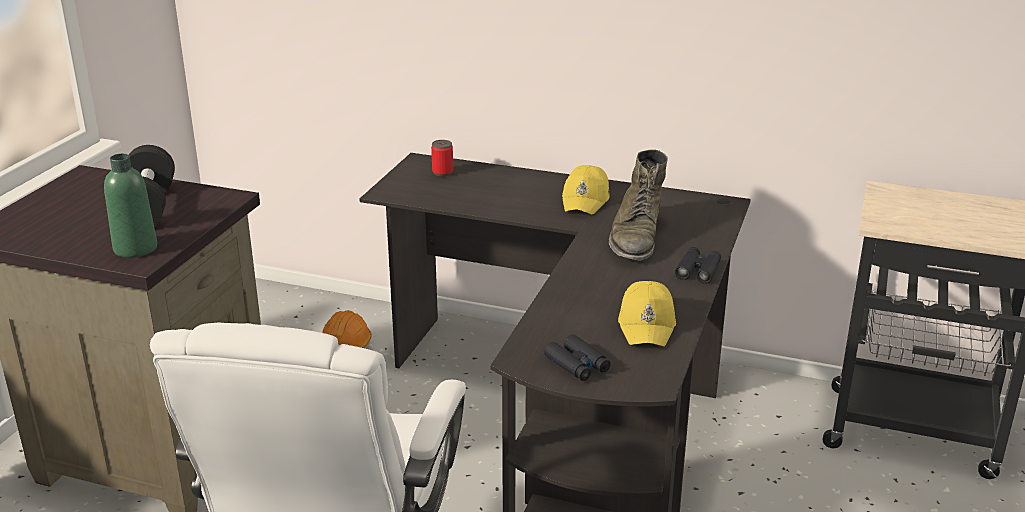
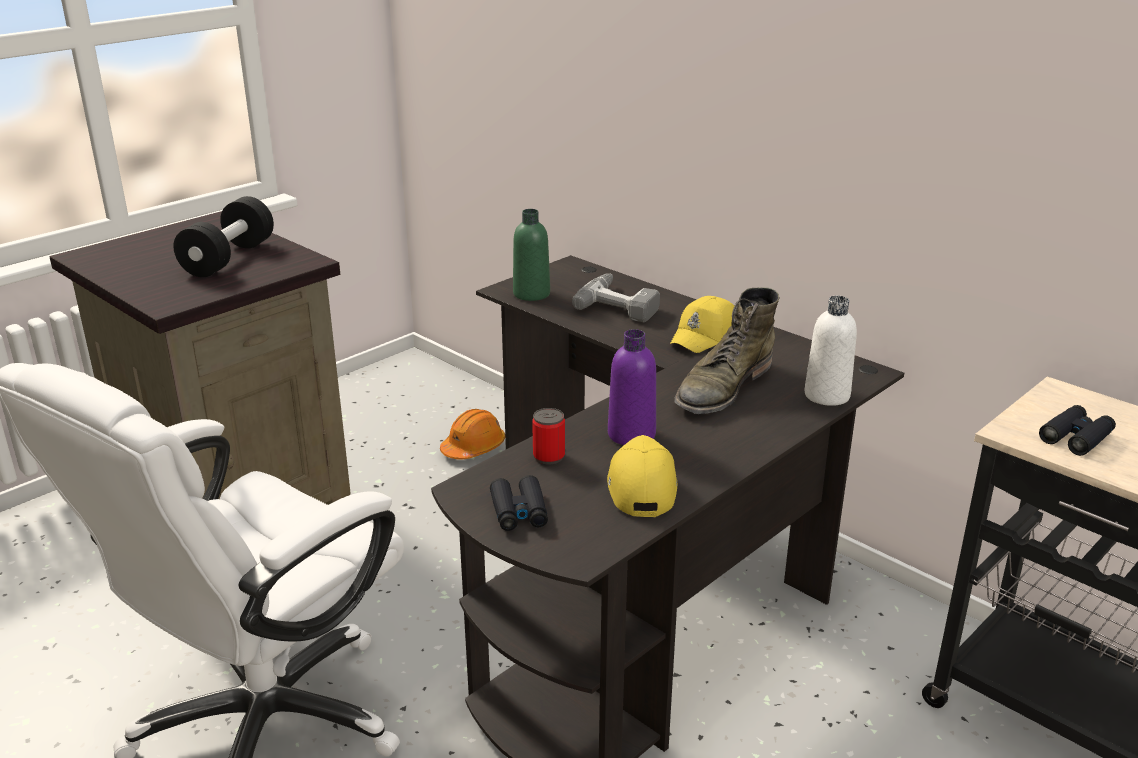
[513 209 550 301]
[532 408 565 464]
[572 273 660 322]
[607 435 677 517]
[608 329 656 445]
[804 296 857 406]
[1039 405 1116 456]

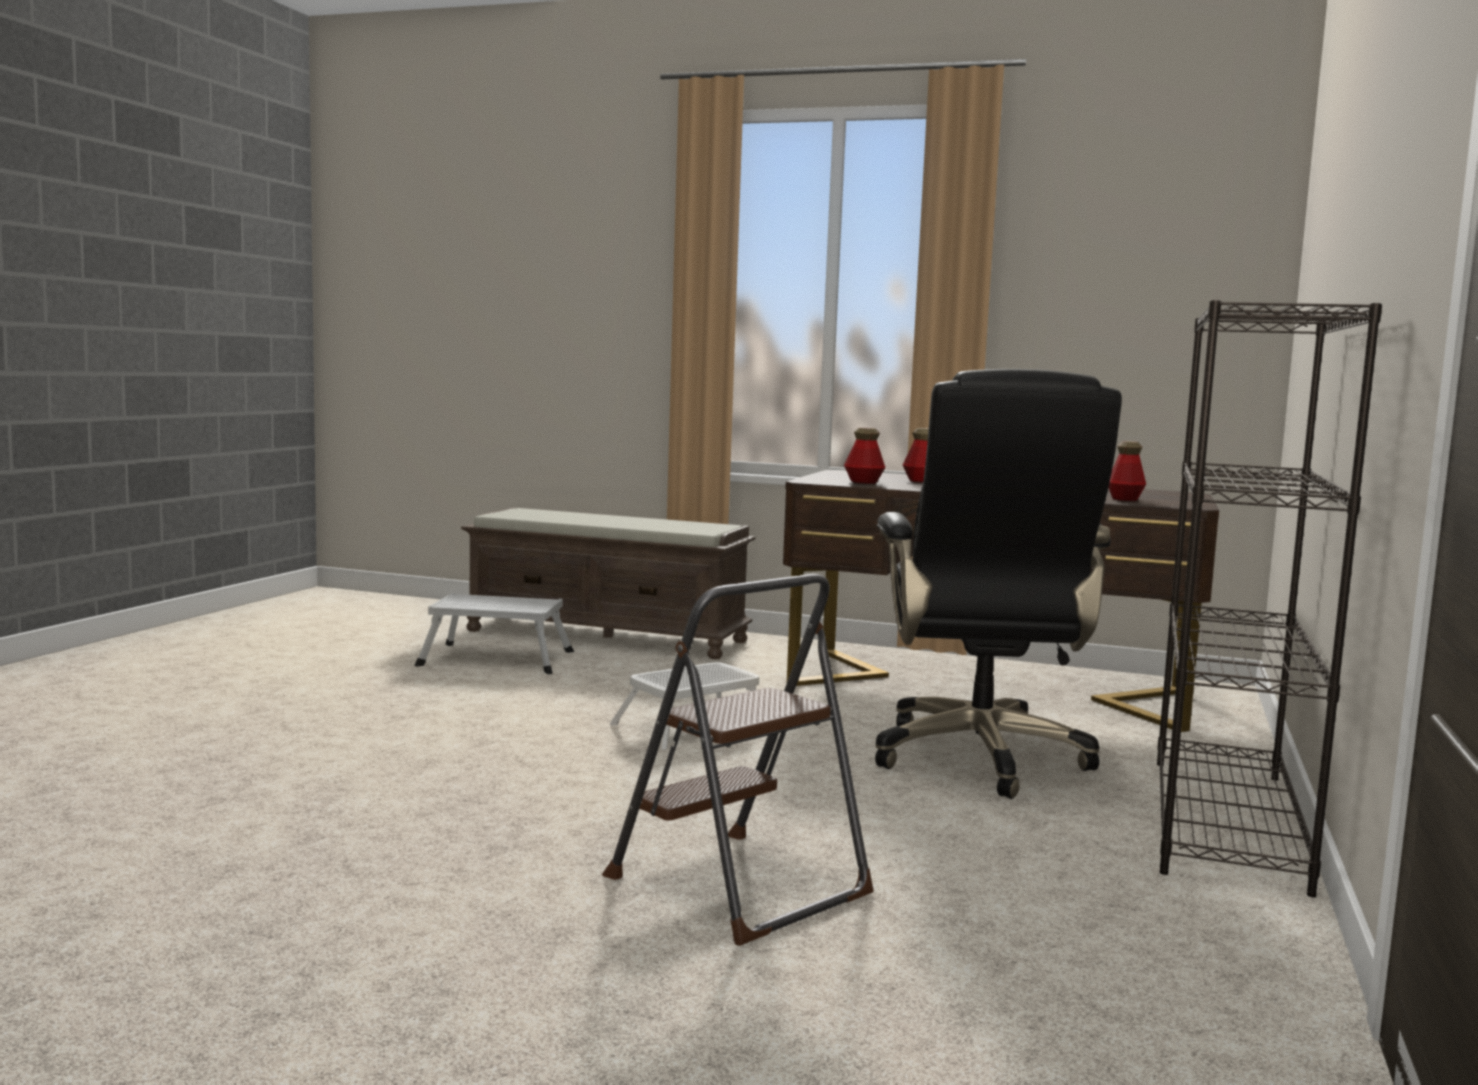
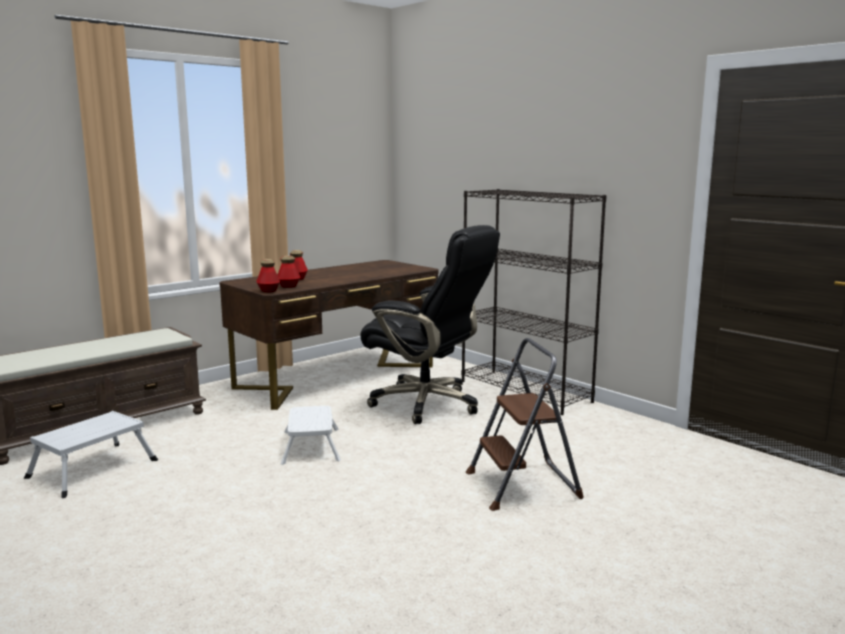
[256 259 280 292]

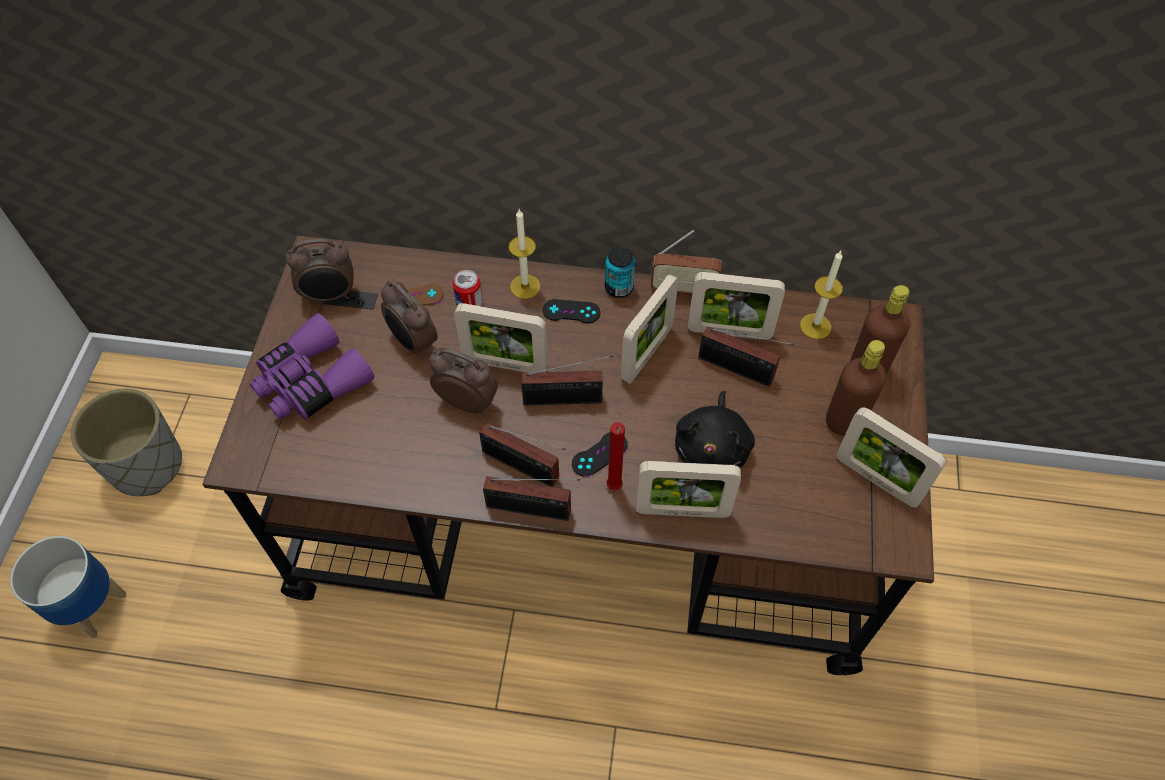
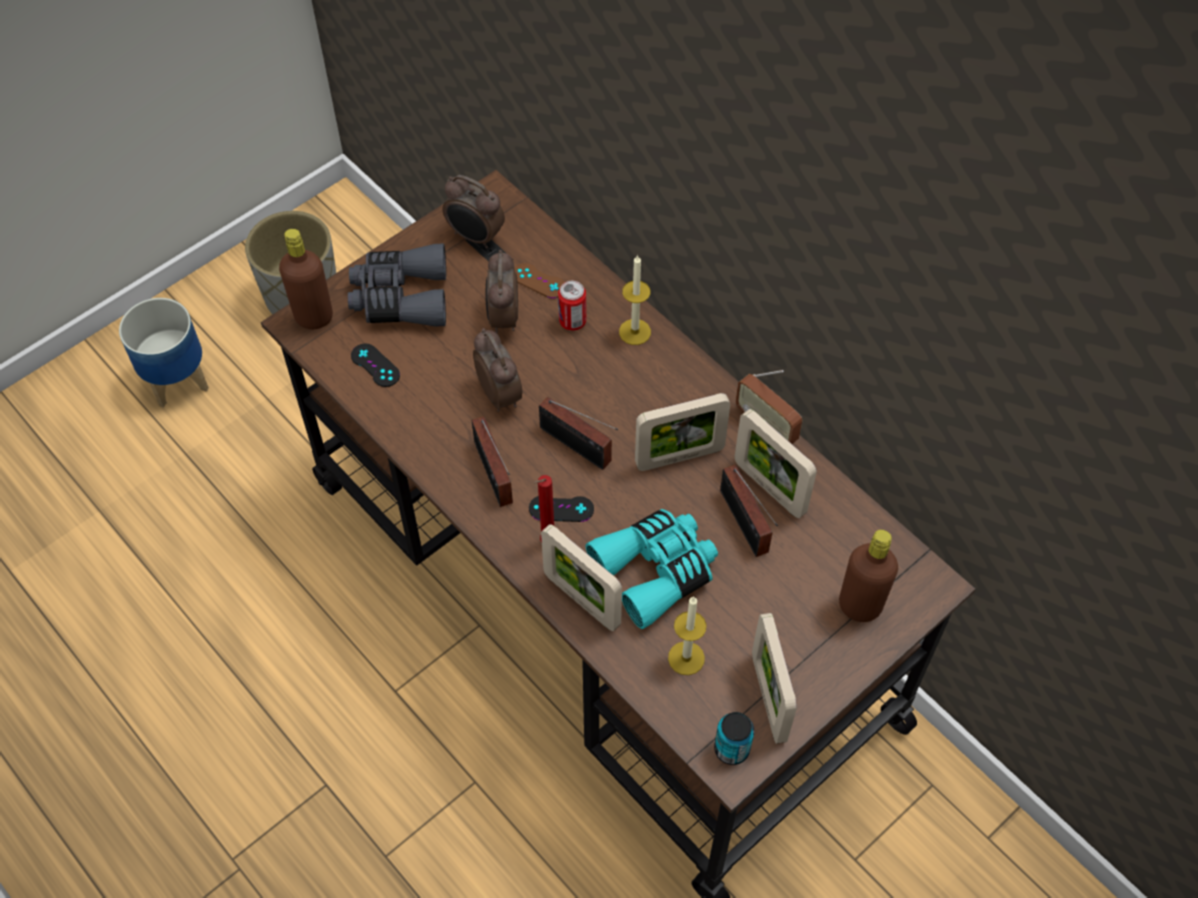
[279 229 333 329]
[348 243 446 327]
[351 344 400 387]
[586 509 718 629]
[668 597 706 675]
[714 712 754 765]
[454 303 548 373] (first image)
[483 477 580 521] (first image)

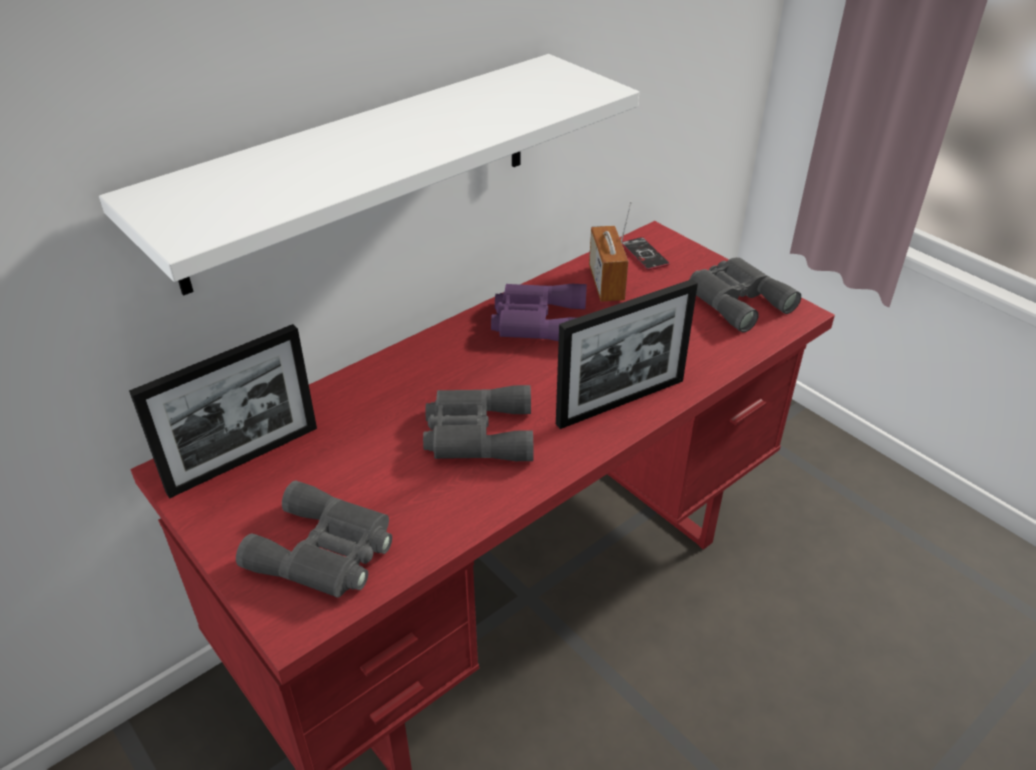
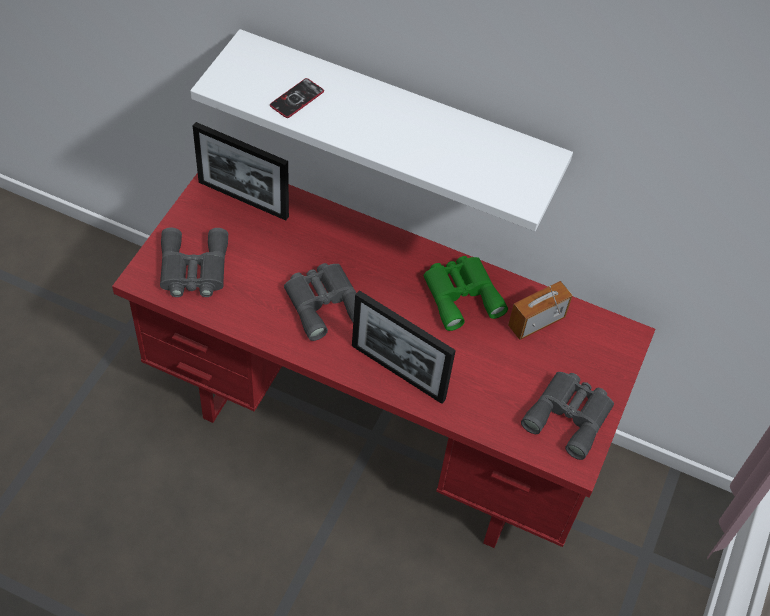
[270 78 324 118]
[423 256 508 331]

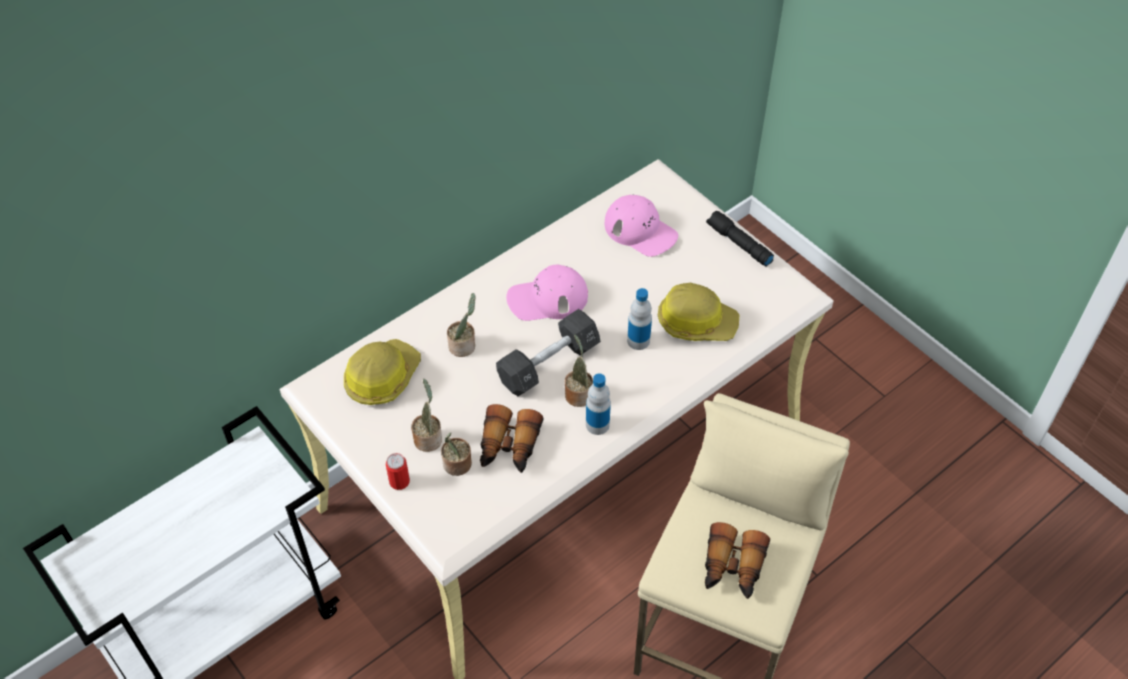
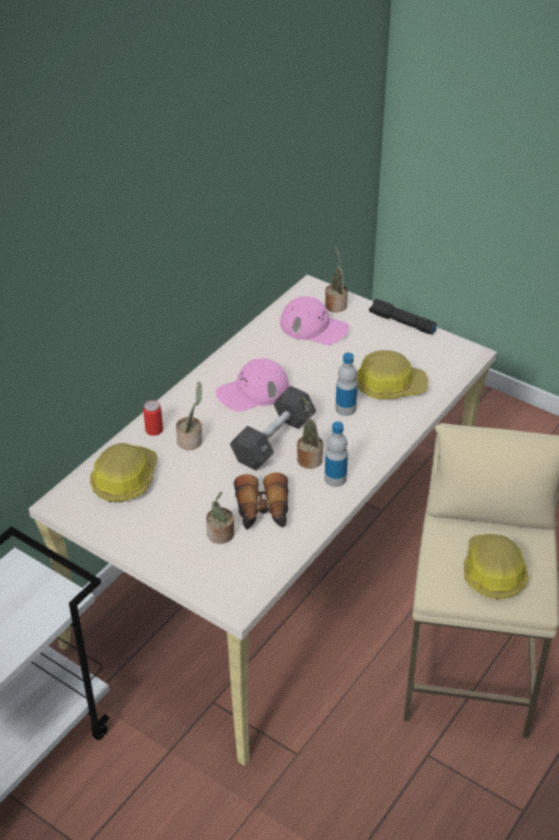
[143 400 163 436]
[325 247 348 312]
[464 534 529 600]

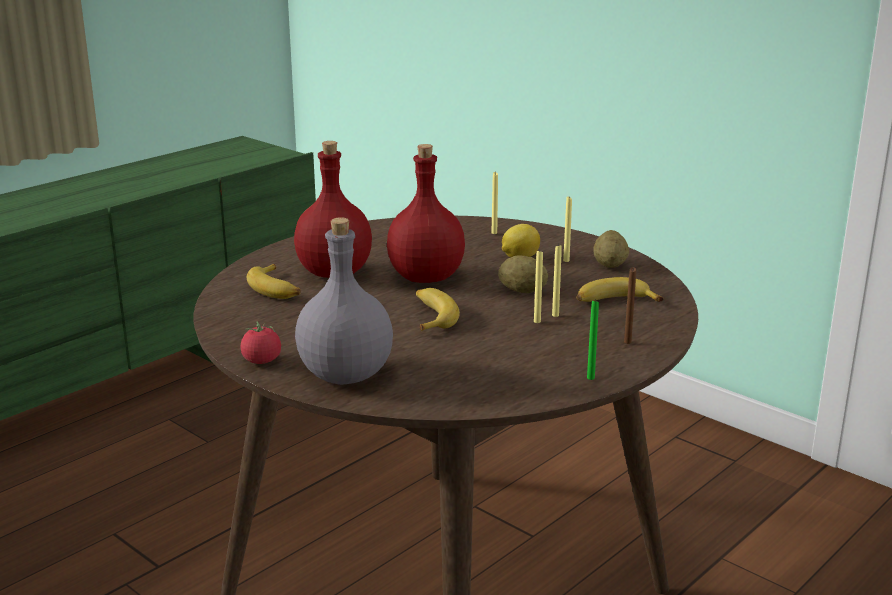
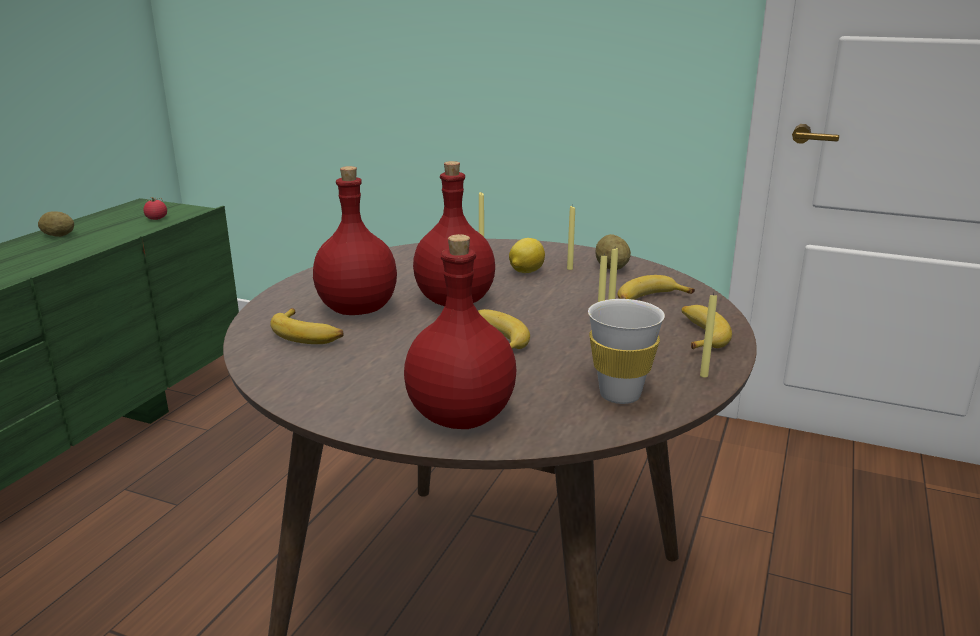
[38 211 74 237]
[143 197 167 220]
[404 234 516 429]
[588 299 665 404]
[681 305 732 349]
[700 293 717 378]

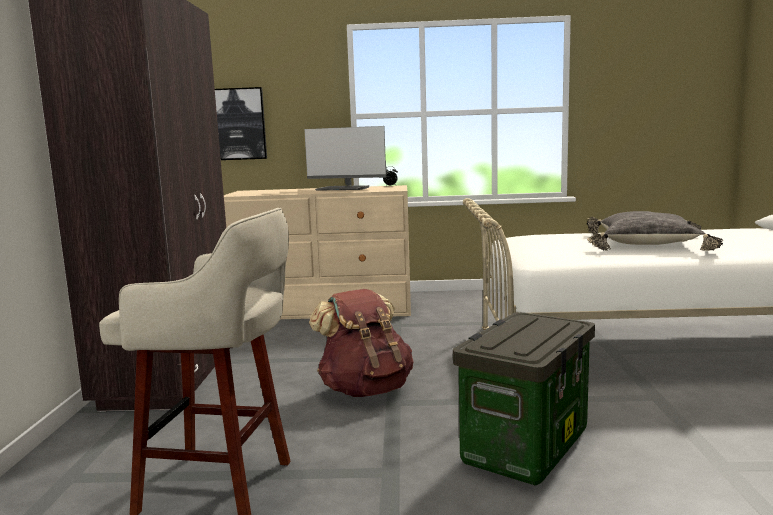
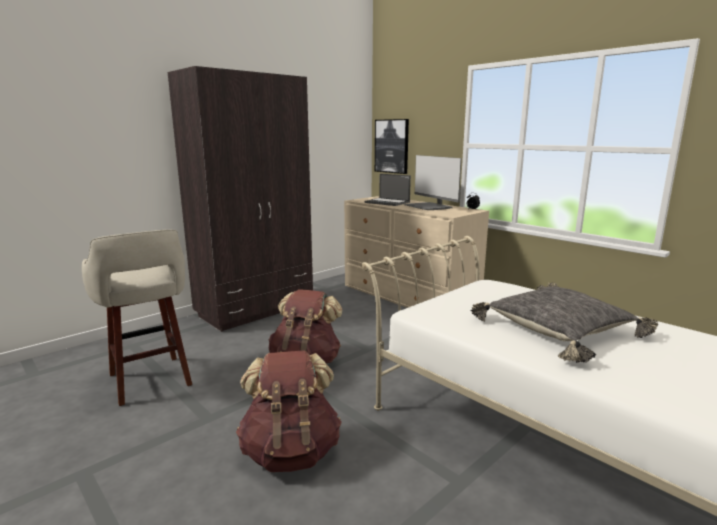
[236 350 342 472]
[365 174 411 206]

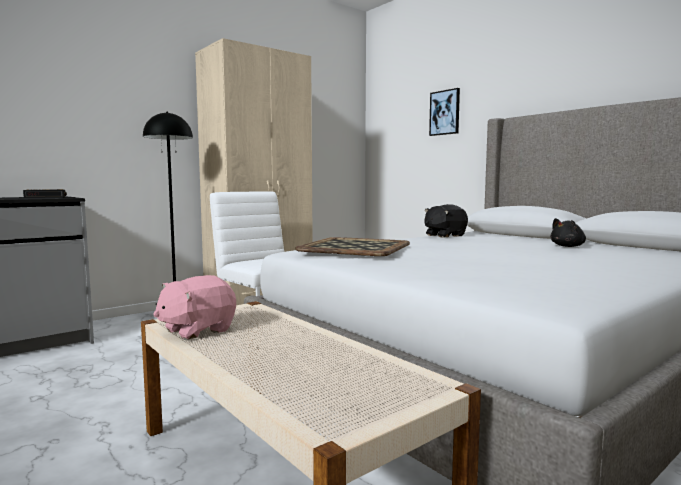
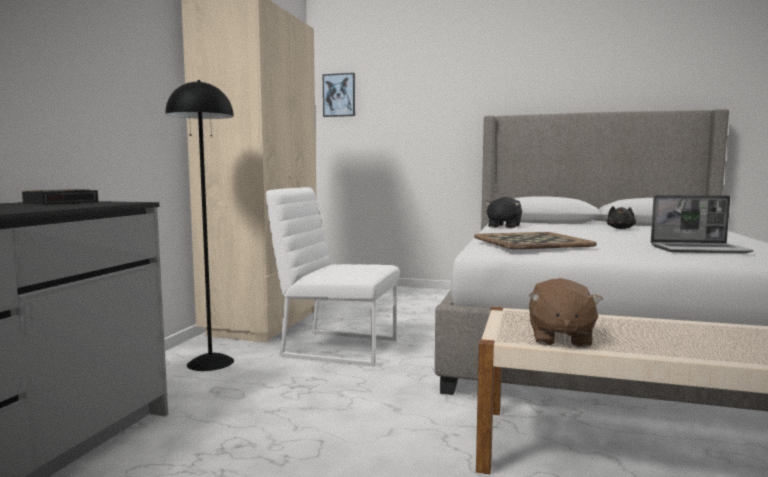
[323 73 355 117]
[529 278 603 347]
[651 195 754 254]

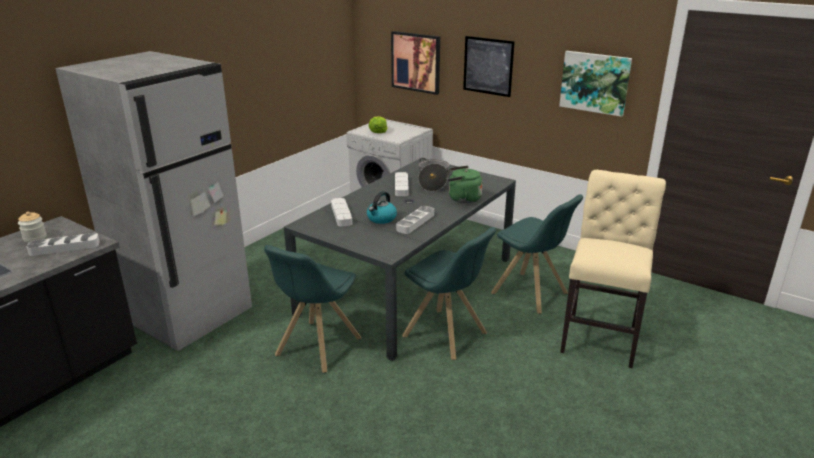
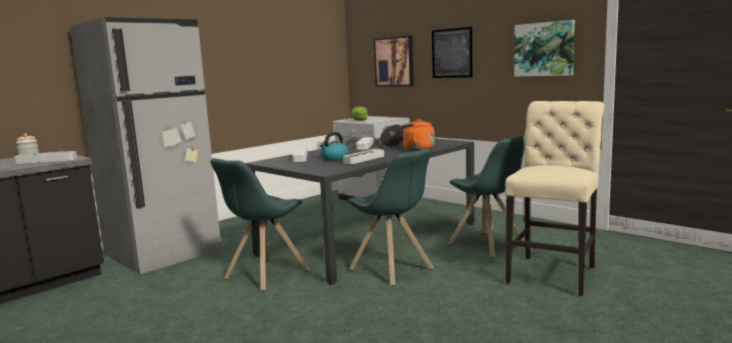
[398 119 435 151]

